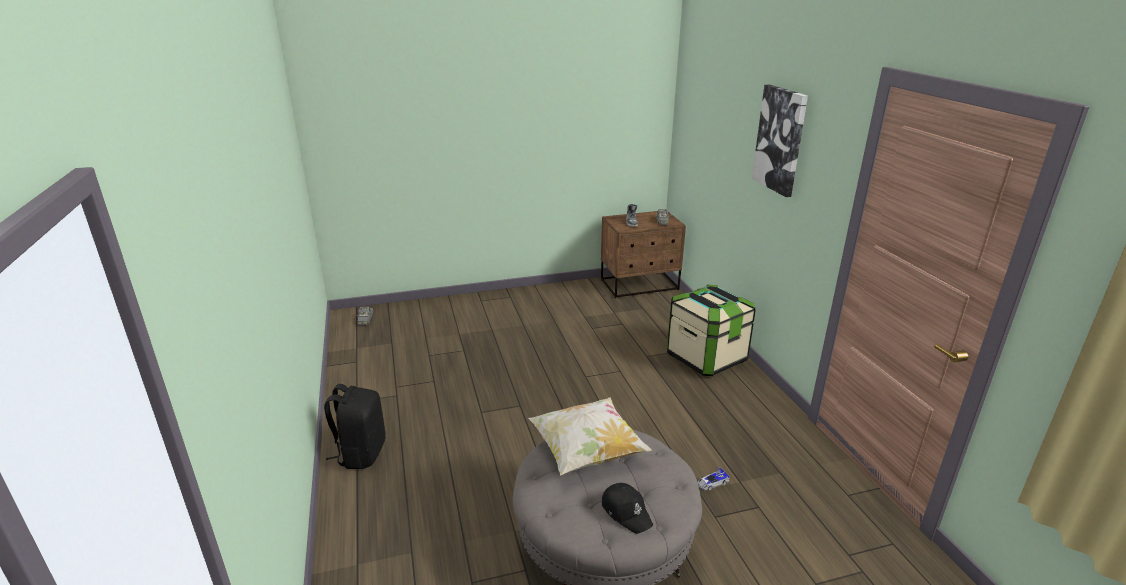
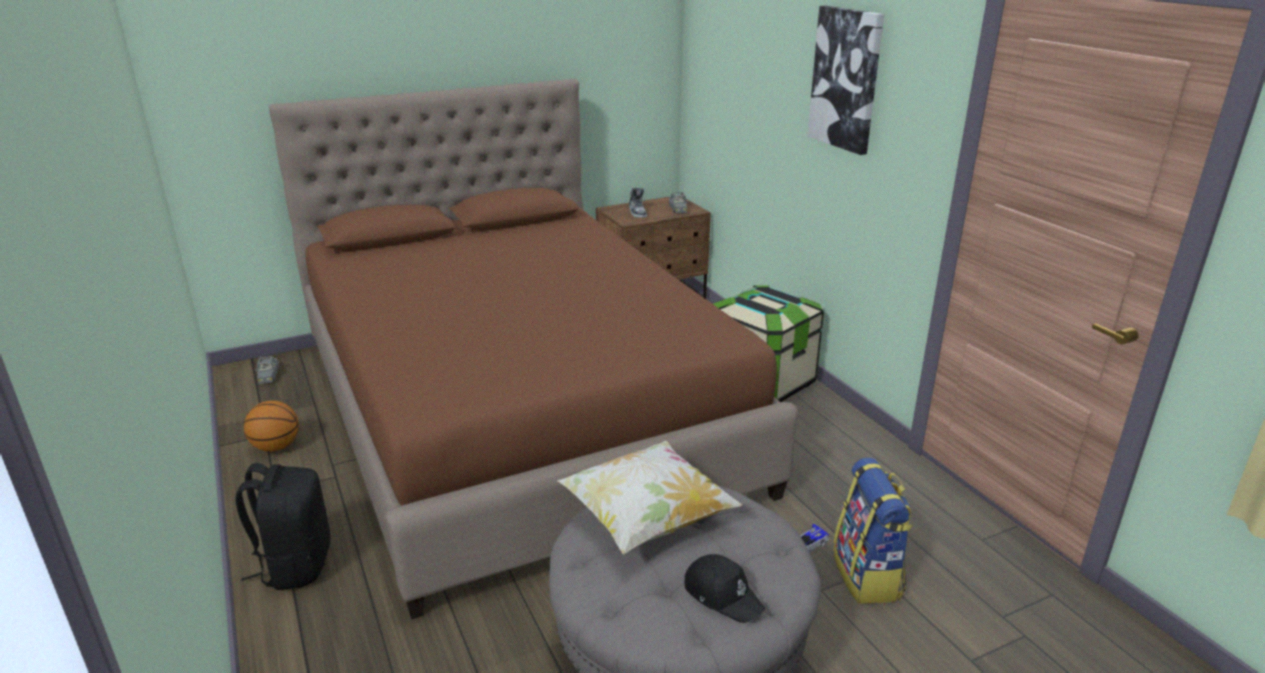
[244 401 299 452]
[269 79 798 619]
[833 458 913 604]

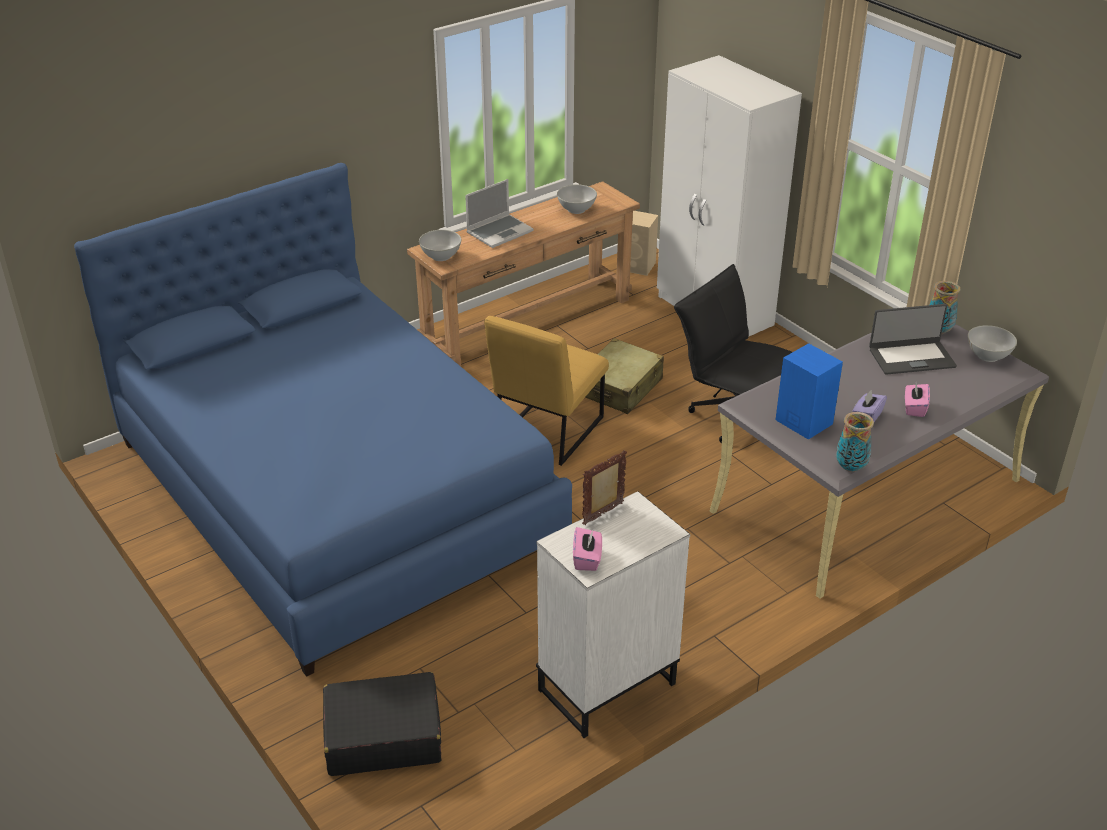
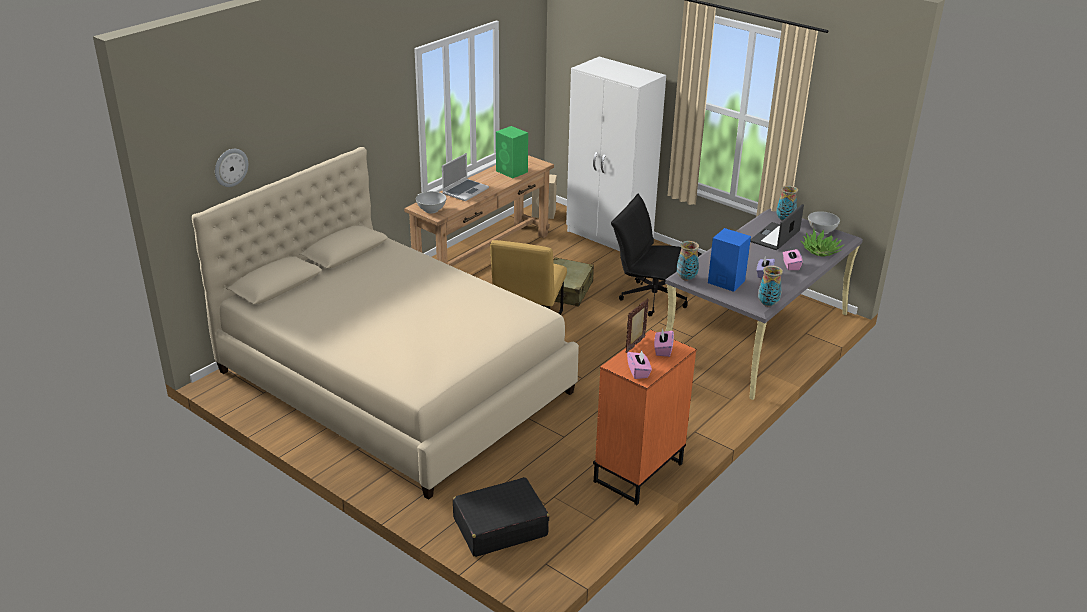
[192 147 579 500]
[215 149 248 187]
[496 126 528 179]
[593 330 697 505]
[654 328 674 357]
[676 241 699 281]
[750 204 804 250]
[800 228 843 257]

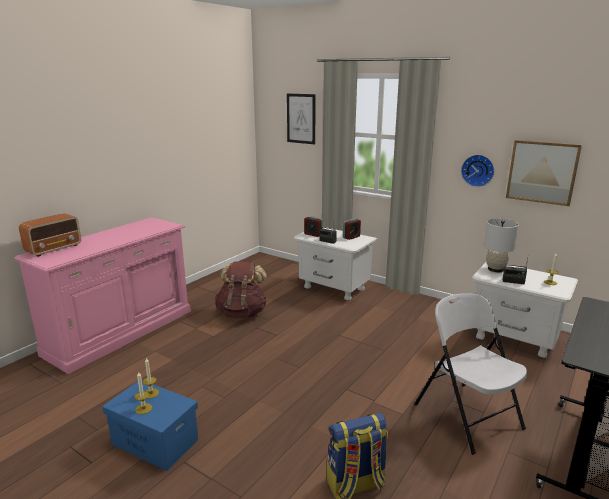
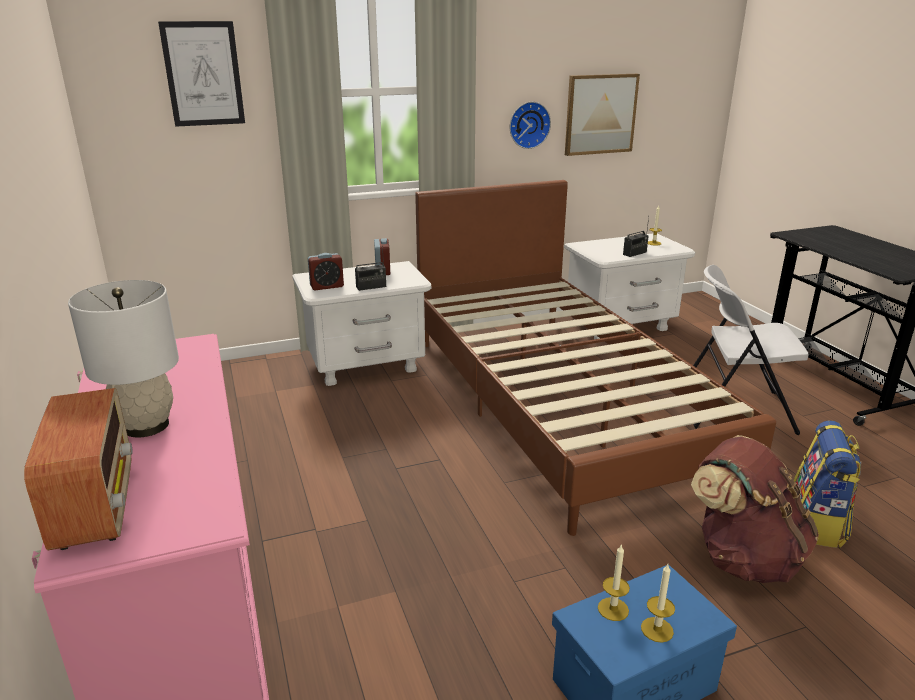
[68 280 179 438]
[415 180 776 536]
[691 435 819 583]

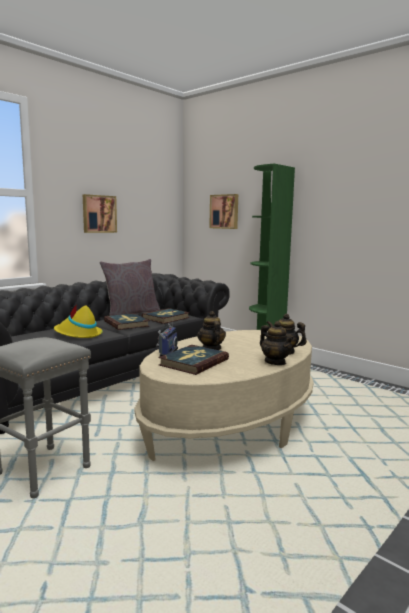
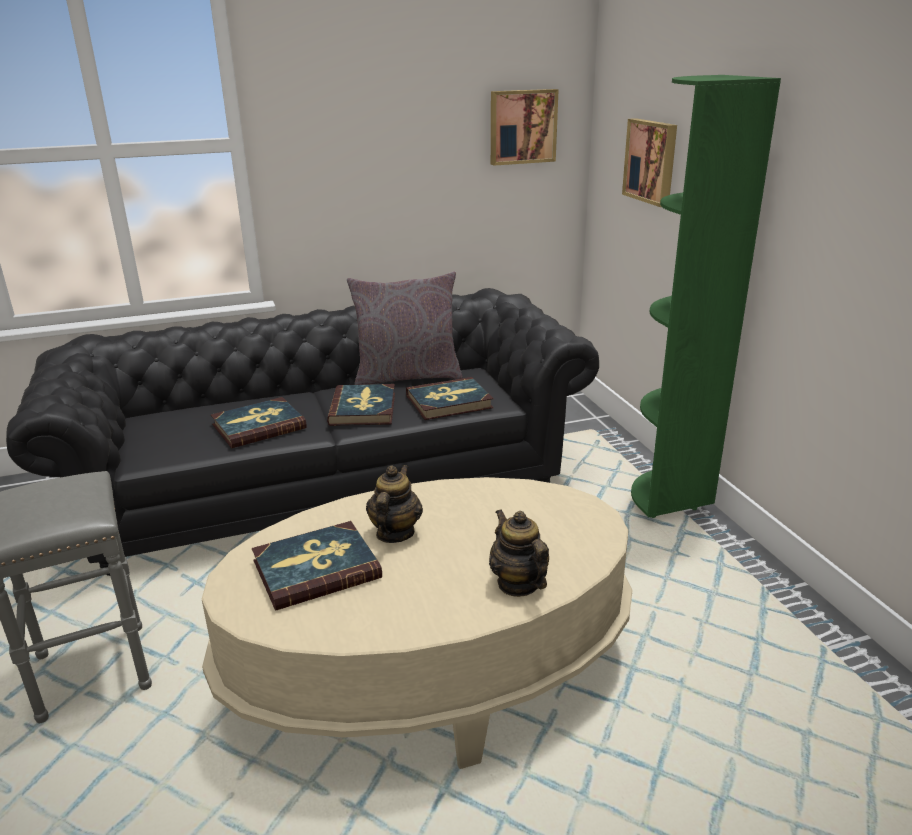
[211 397 307 449]
[491 89 559 166]
[156 311 178 356] (first image)
[260 321 294 365] (first image)

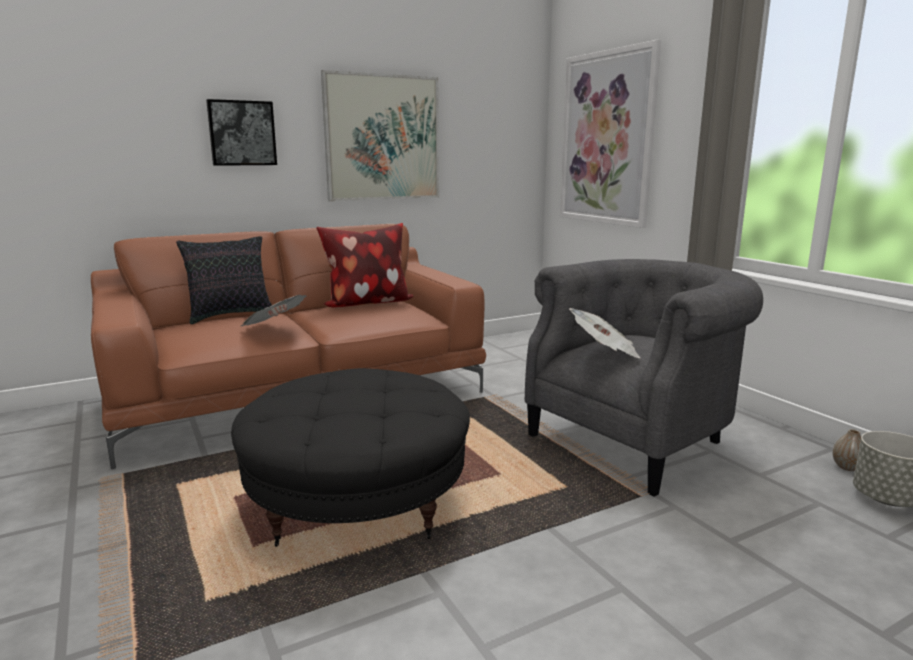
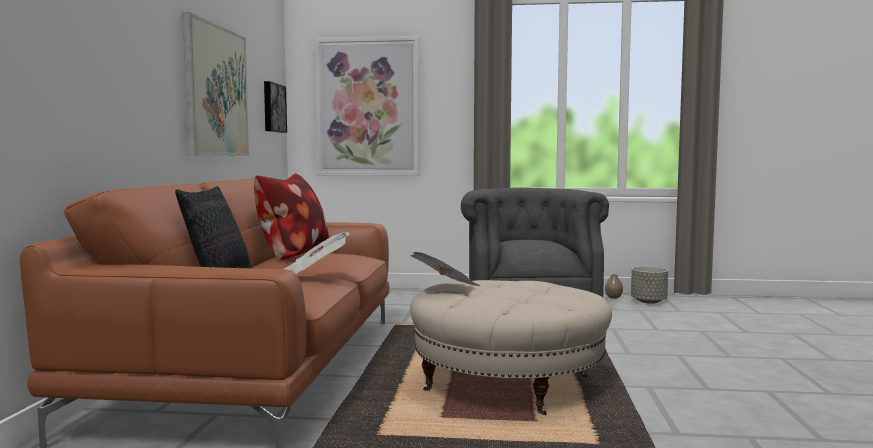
[264 81 287 133]
[410 280 612 415]
[411 252 480 286]

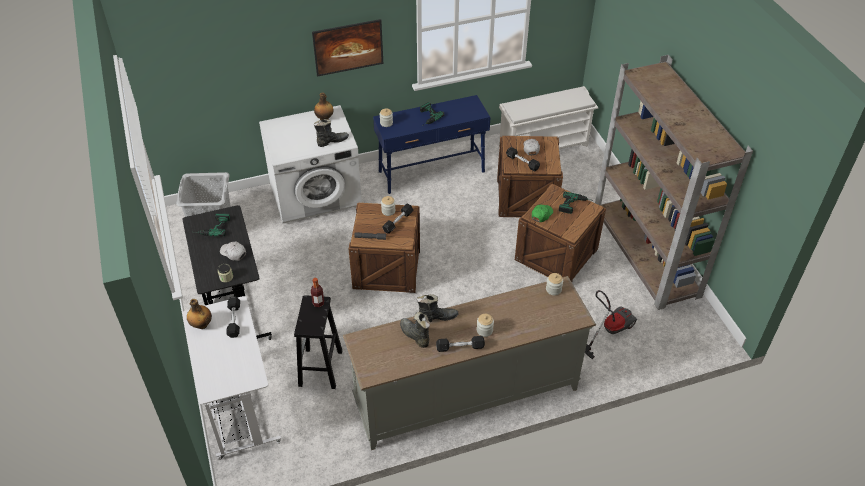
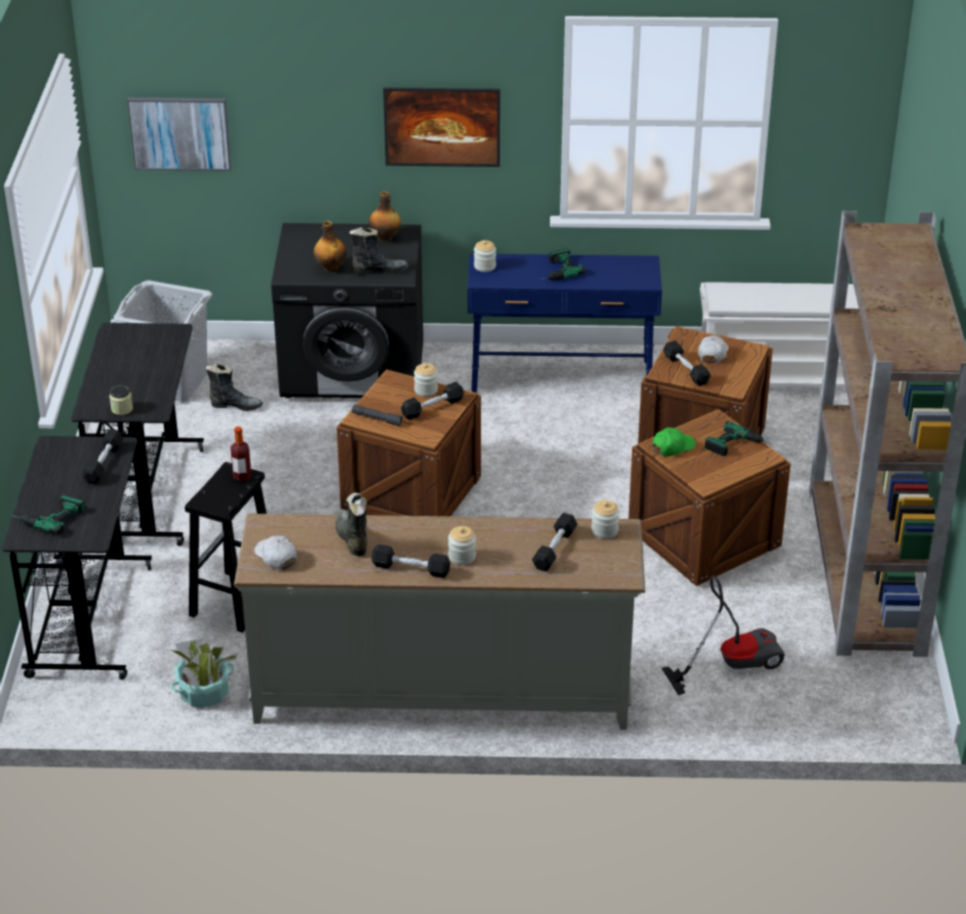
[2 436 152 680]
[11 495 85 534]
[127 97 231 171]
[171 638 238 708]
[206 364 263 411]
[254 535 297 570]
[271 223 423 398]
[314 221 347 272]
[532 513 577 571]

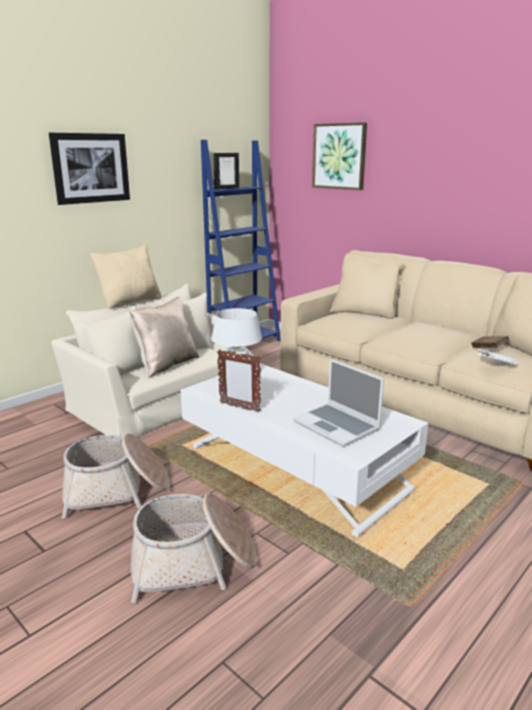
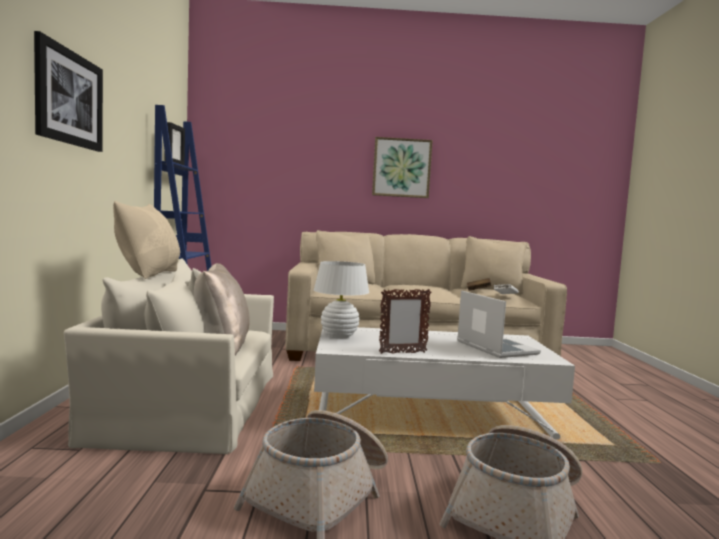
[372 137 433 198]
[457 291 541 358]

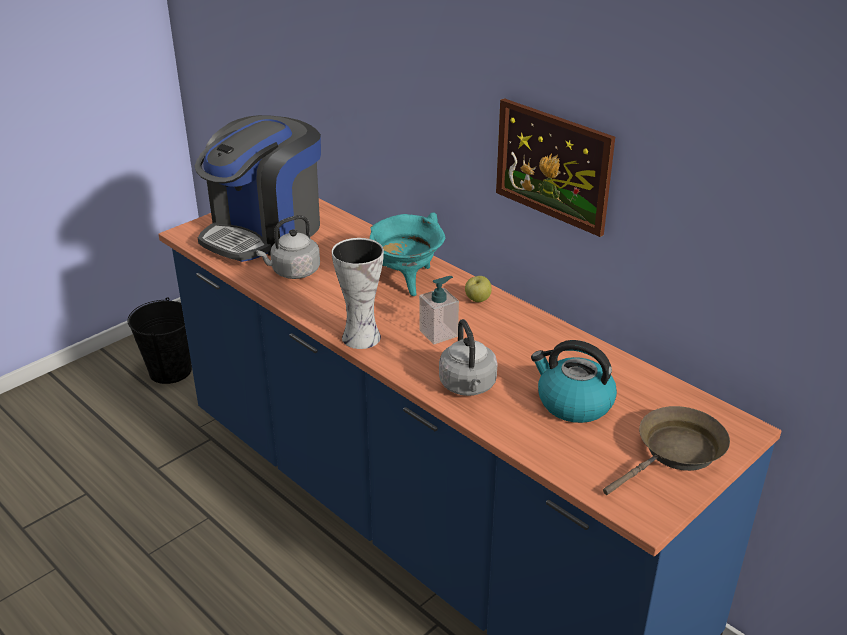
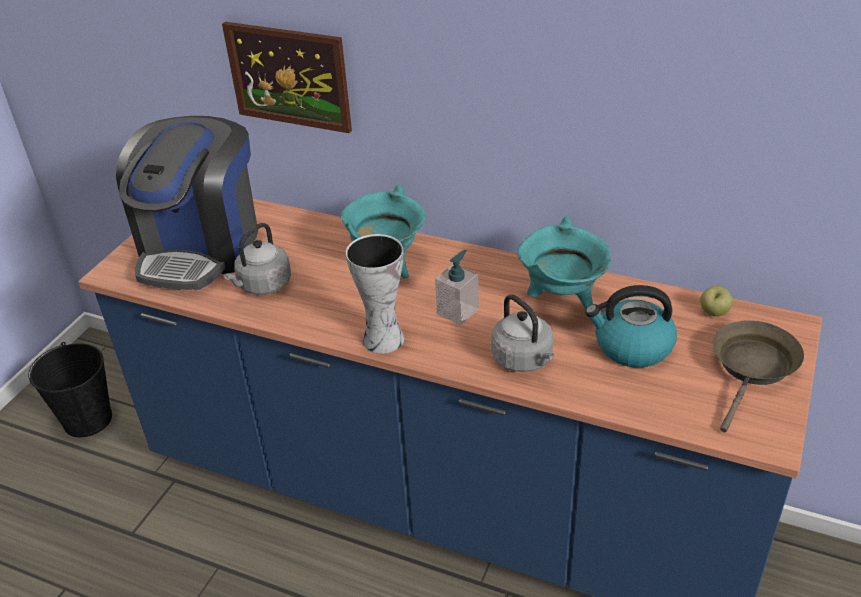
[222 22 352 133]
[517 216 611 309]
[700 286 733 317]

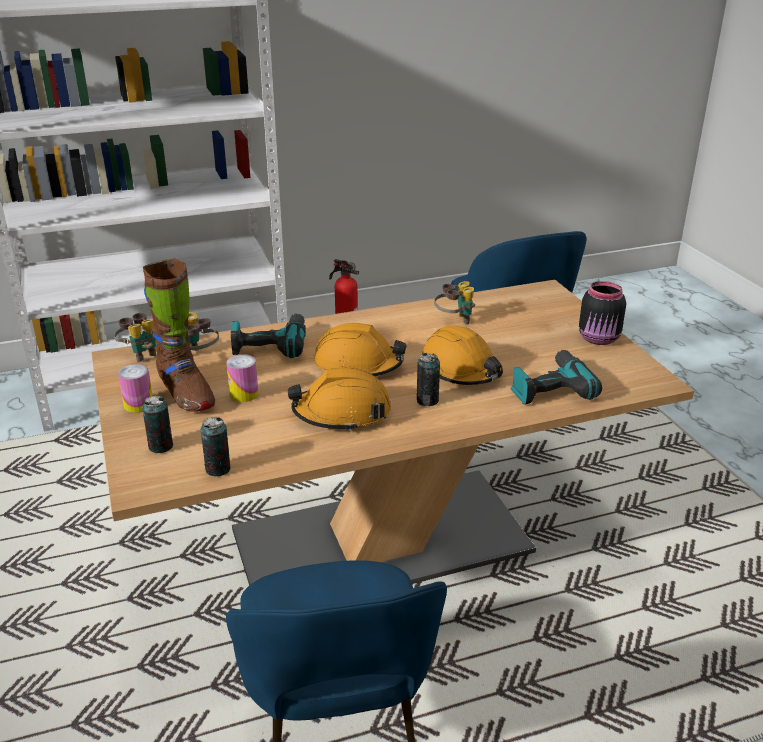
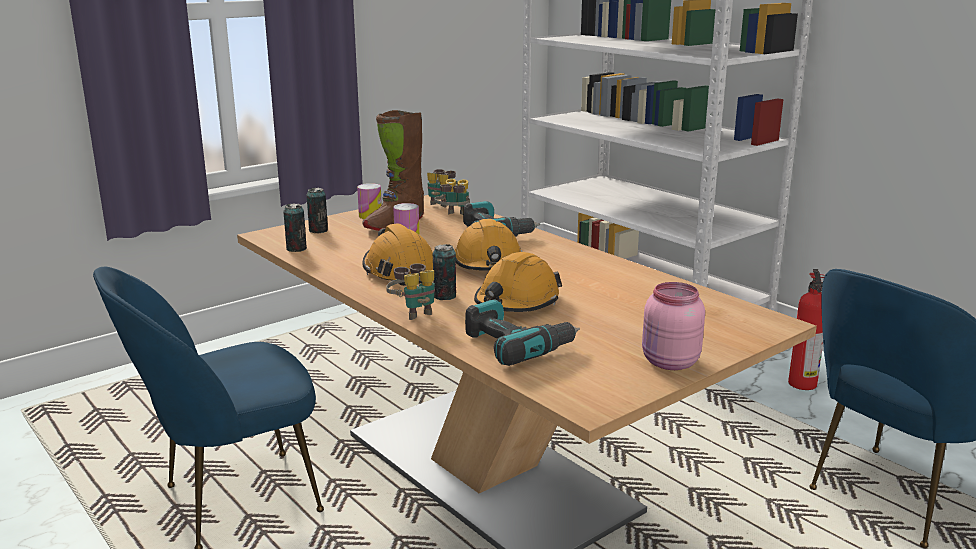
[386 263 435 320]
[642 282 705 370]

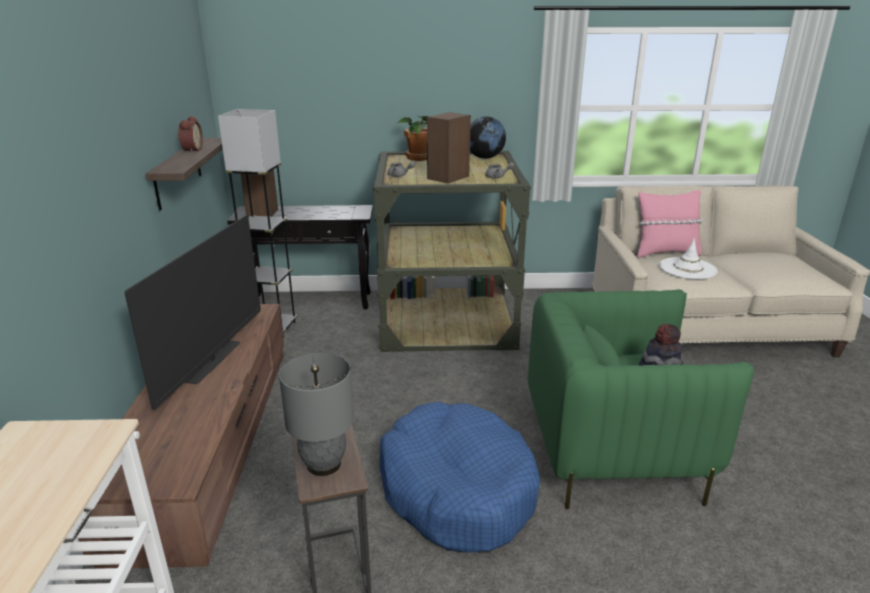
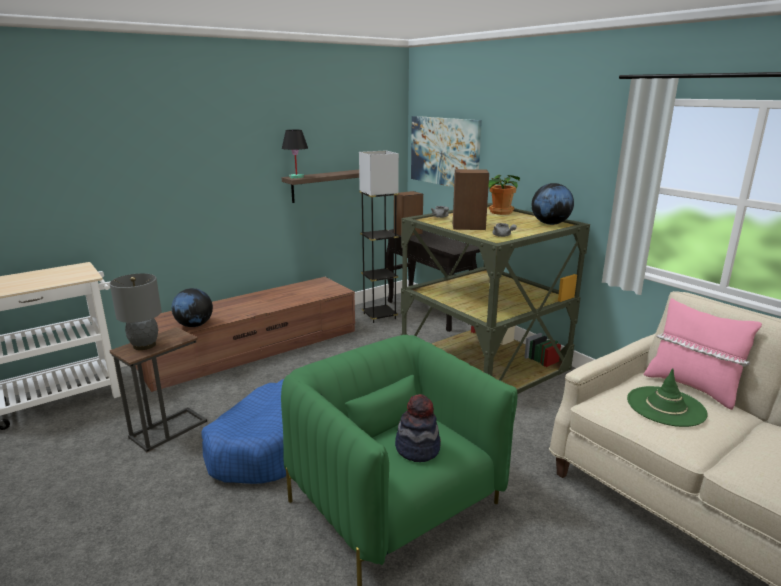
[172 288 213 327]
[282 130 308 179]
[411 116 482 187]
[627 368 708 427]
[124 215 261 410] (first image)
[177 116 203 153] (first image)

